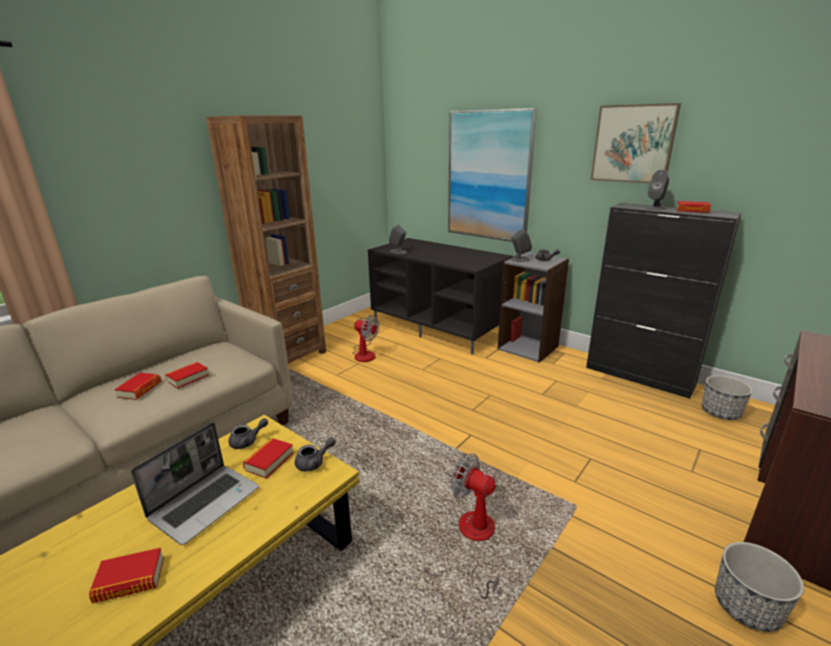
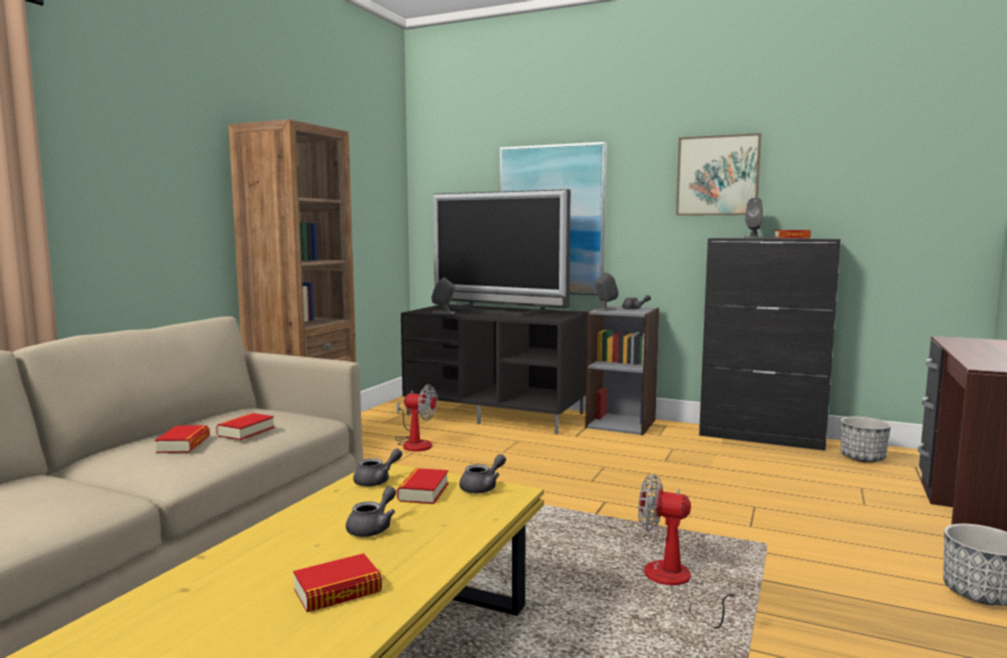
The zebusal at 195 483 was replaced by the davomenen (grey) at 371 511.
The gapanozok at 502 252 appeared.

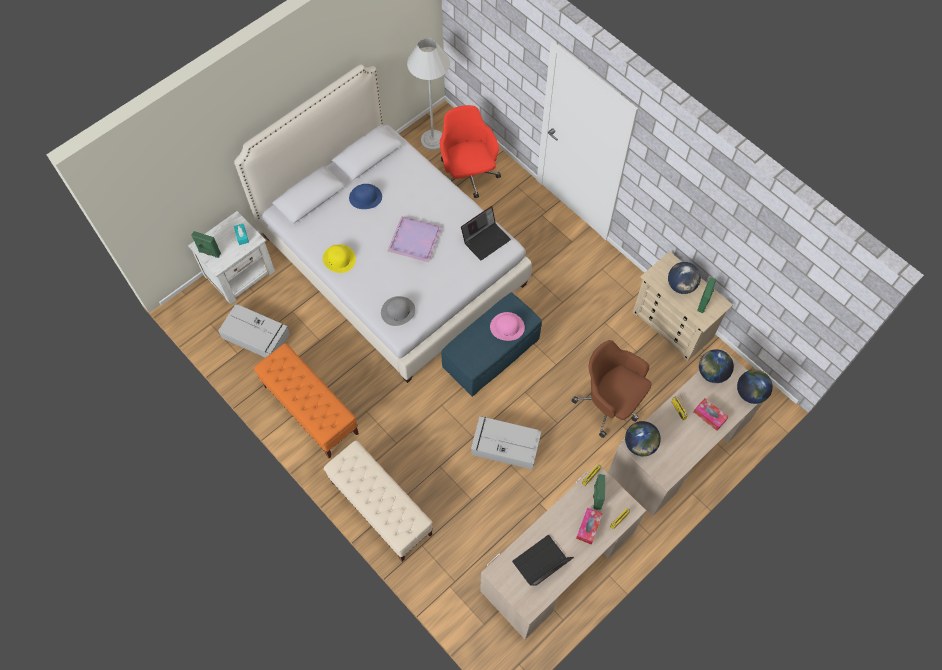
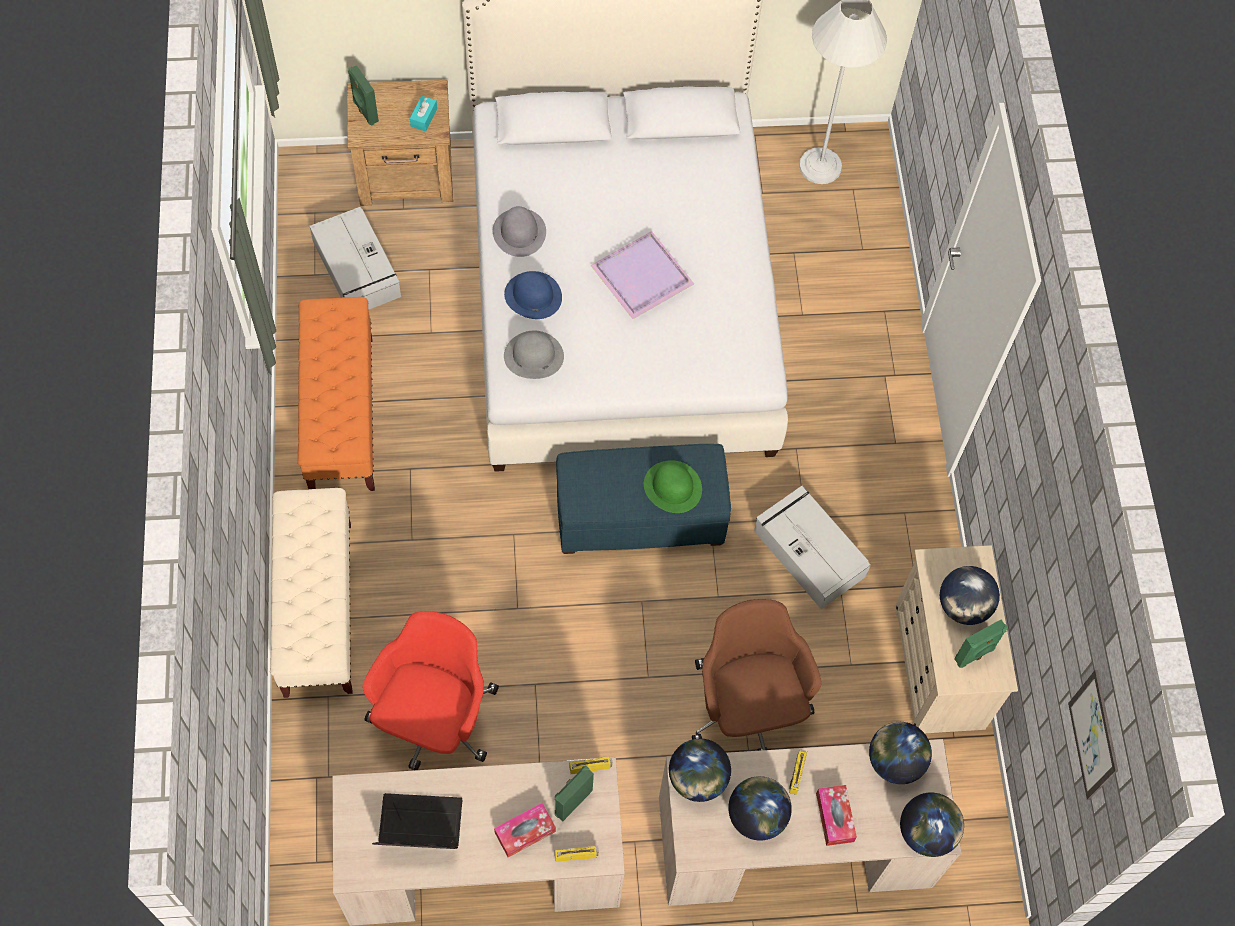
The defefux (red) moved from 470 151 to 430 690.
The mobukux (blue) moved from 365 196 to 533 295.
The zebusal at 486 233 disappeared.
The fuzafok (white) at 231 258 became the fuzafok (brown) at 400 143.
The mobukux (yellow) at 339 259 became the mobukux (grey) at 519 231.
The mobukux (pink) at 507 326 became the mobukux (green) at 673 486.
The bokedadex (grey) moved from 506 443 to 812 547.
The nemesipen at 1093 735 appeared.
The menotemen at 760 808 appeared.

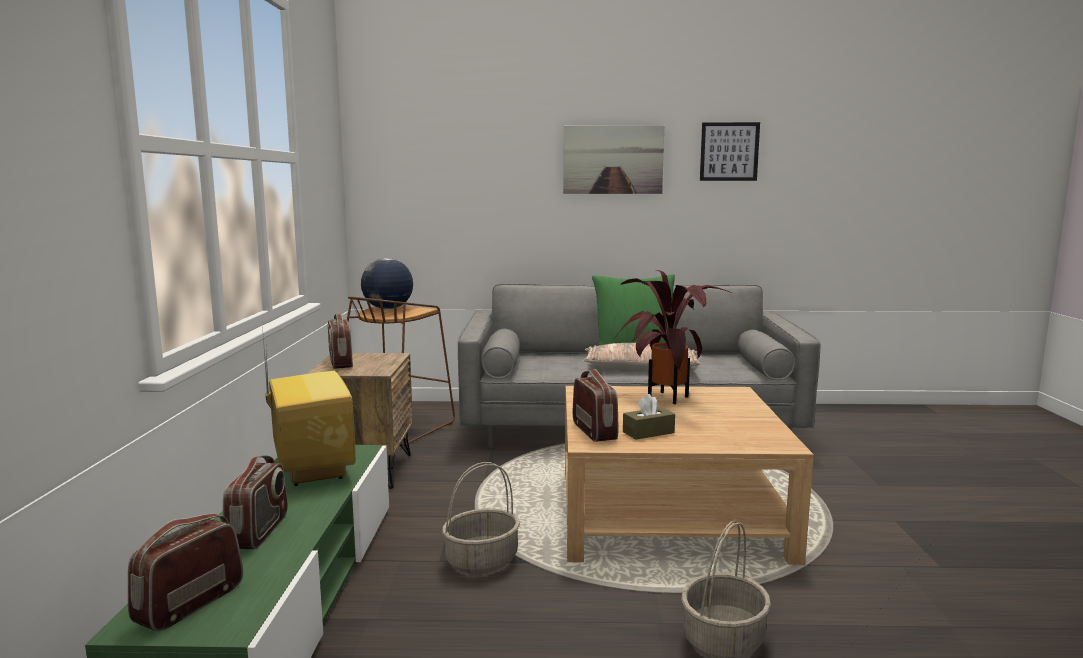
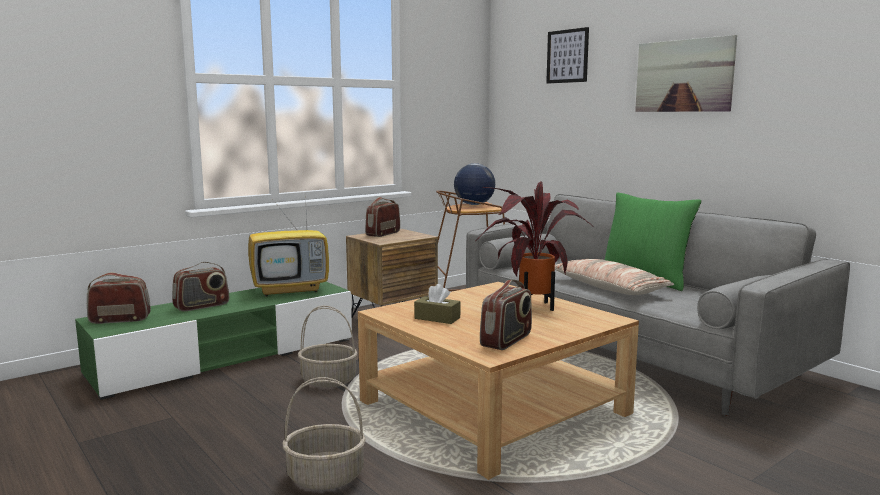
The nemesipen moved from 730 151 to 567 55.
The gapanozok at 309 406 turned 45 degrees clockwise.
The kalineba moved from 595 405 to 506 315.

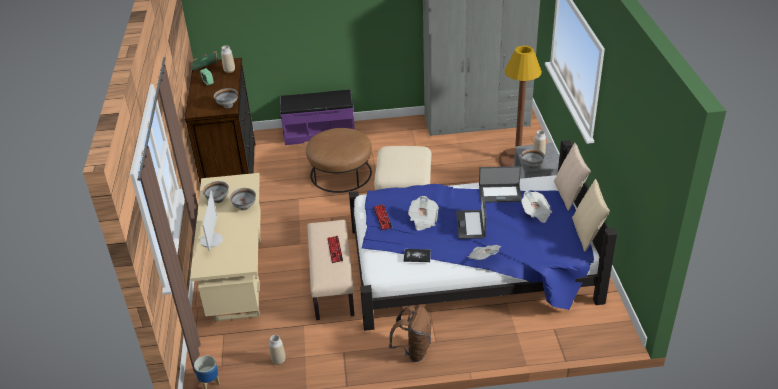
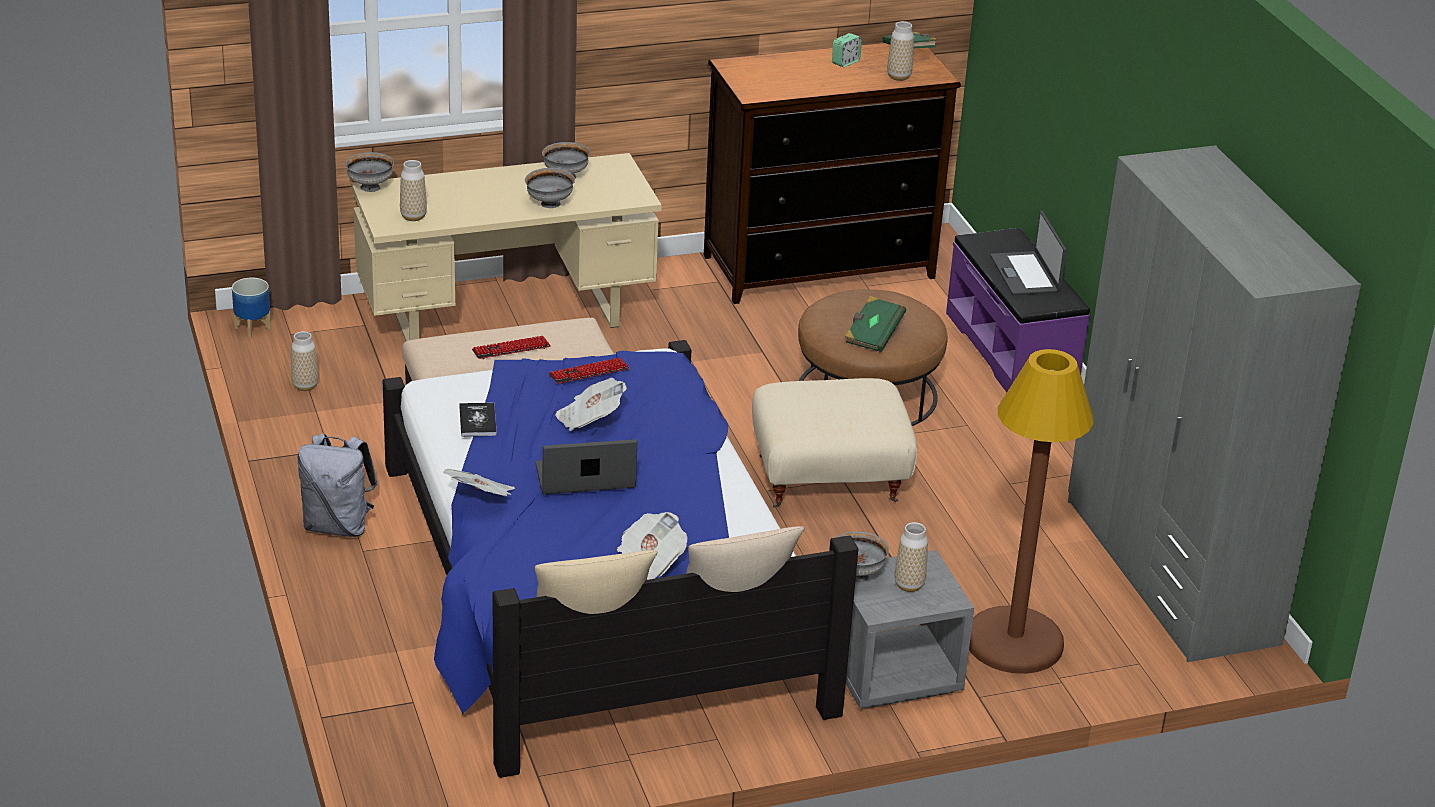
The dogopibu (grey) moved from 226 98 to 369 172.
The zebusal moved from 500 184 to 1028 253.
The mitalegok at 211 221 disappeared.
The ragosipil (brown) at 410 334 became the ragosipil (grey) at 337 485.
The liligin at 413 190 appeared.
The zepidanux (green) at 875 324 appeared.

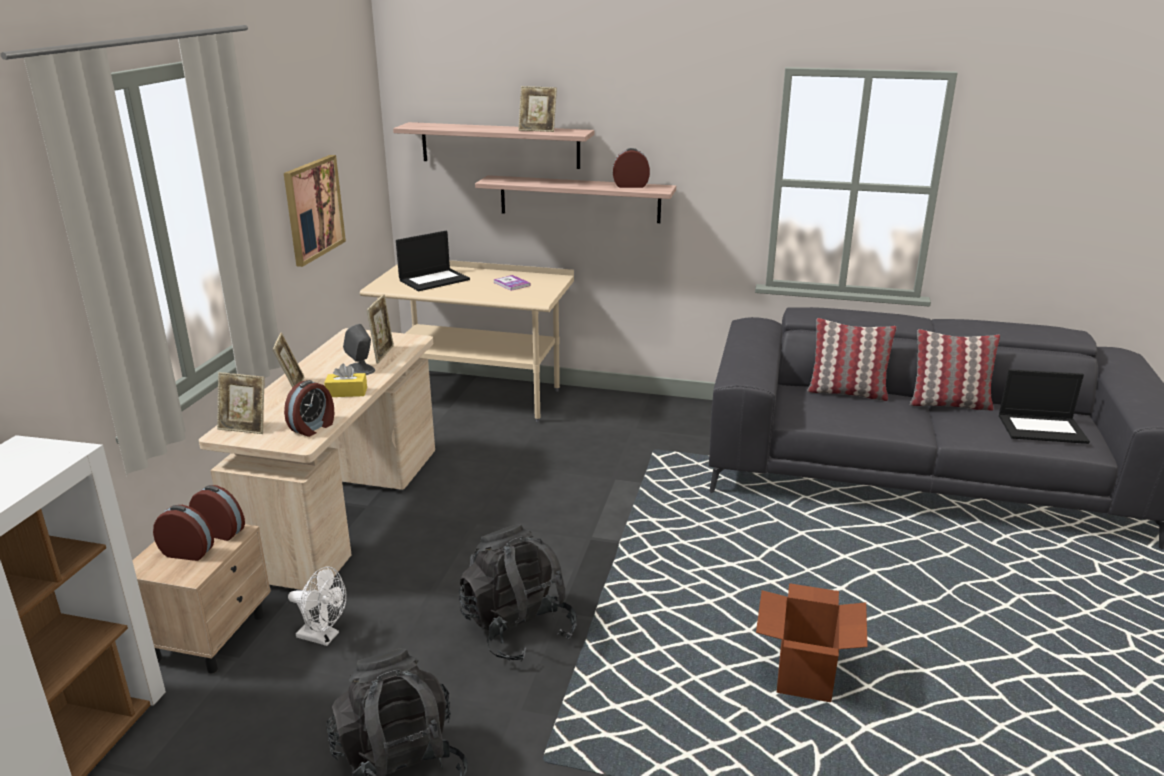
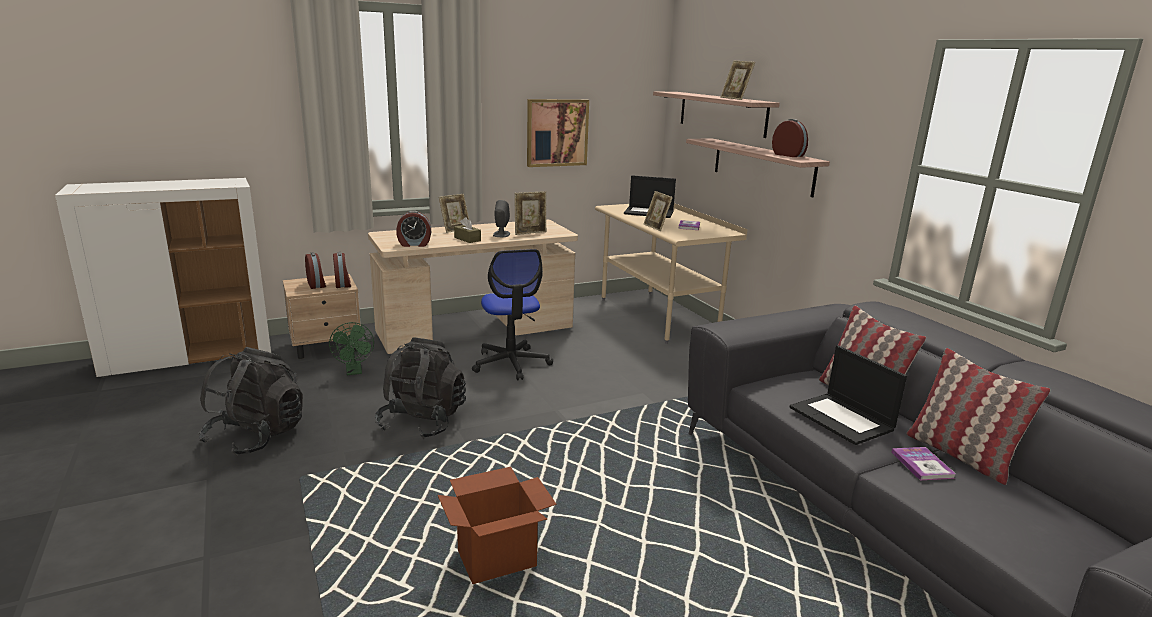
The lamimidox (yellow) at 345 380 became the lamimidox (brown) at 467 230.
The zebusal moved from 1044 406 to 848 395.
The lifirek moved from 241 403 to 658 211.
The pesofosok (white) at 317 606 became the pesofosok (green) at 351 348.
The defefux at 512 314 appeared.
The zepidanux at 923 463 appeared.

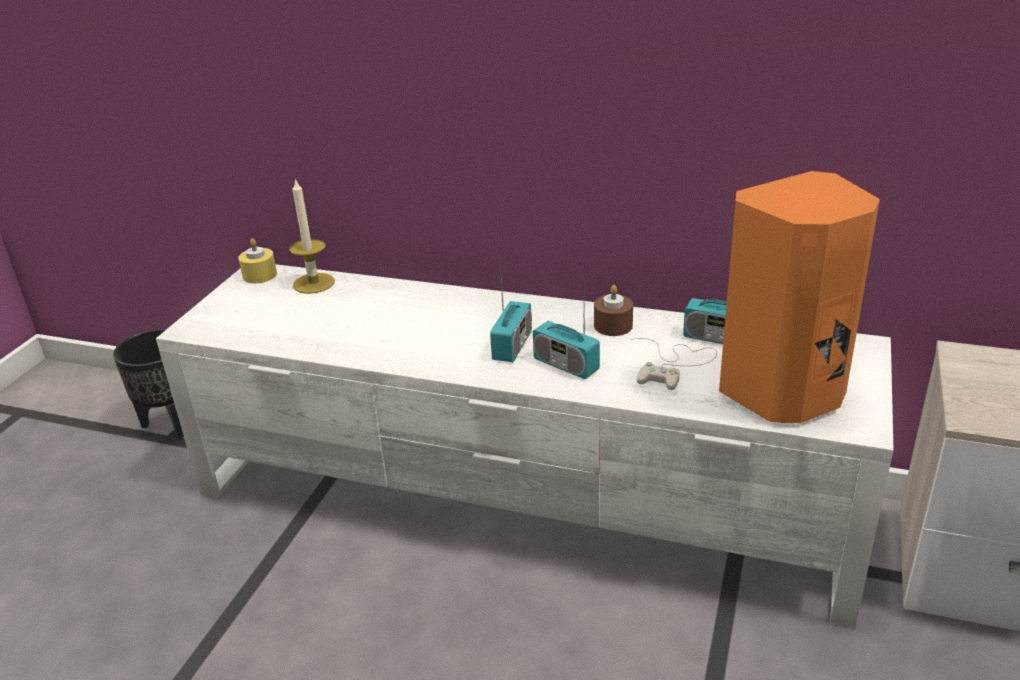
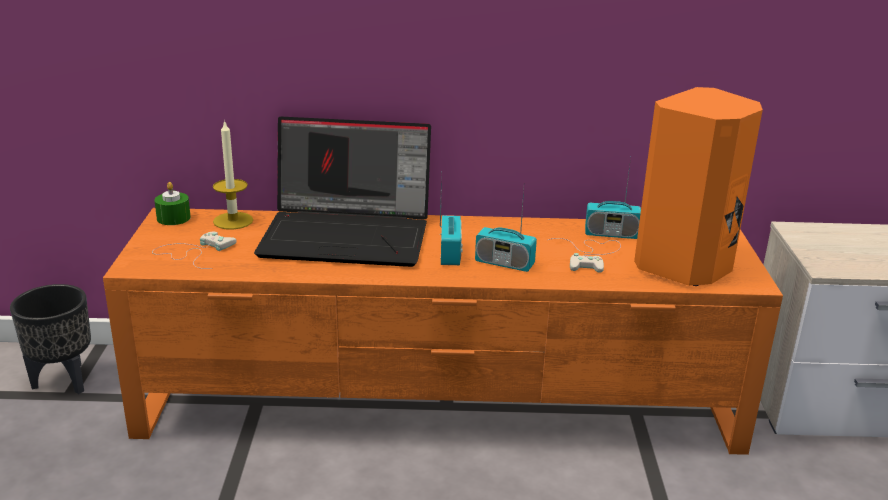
The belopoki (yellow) at 257 260 became the belopoki (green) at 172 203.
The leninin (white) at 524 446 became the leninin (orange) at 443 331.
The belopoki (brown) at 613 310 disappeared.
The zebusal at 342 192 appeared.
The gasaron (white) at 194 250 appeared.

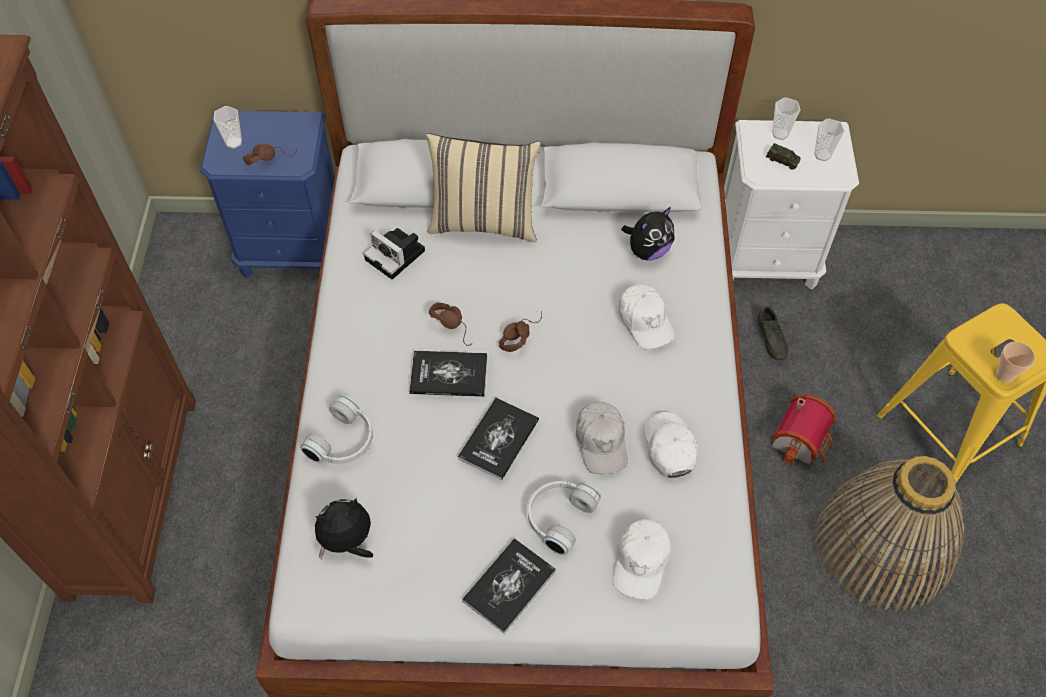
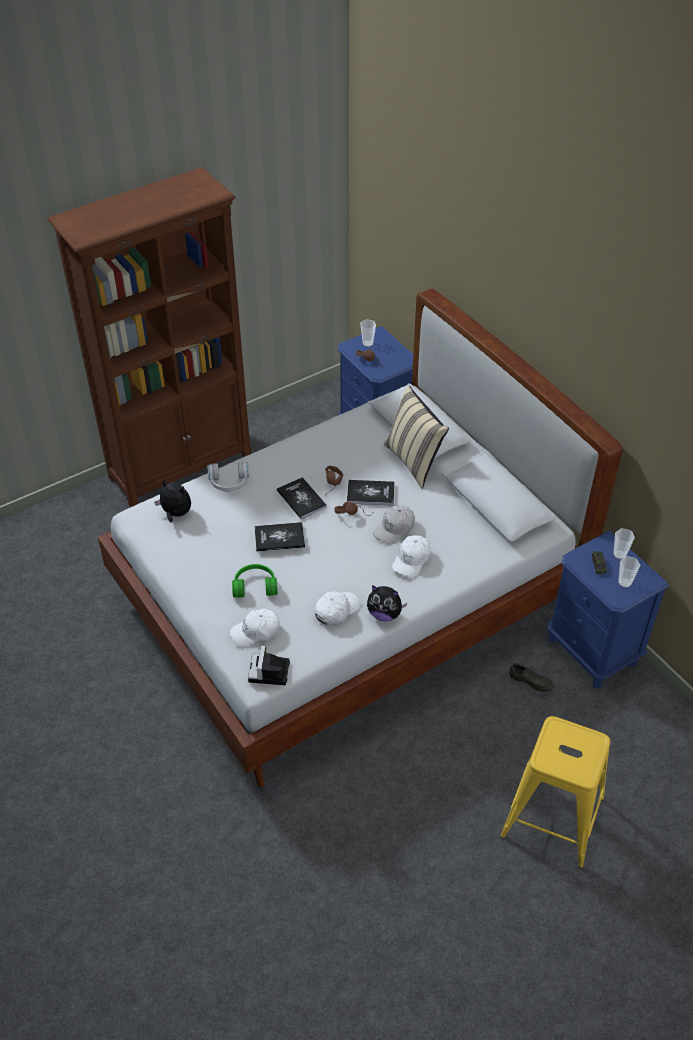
The fuzafok (white) at 791 205 became the fuzafok (blue) at 608 609.
The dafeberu moved from 648 234 to 387 603.
The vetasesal moved from 394 254 to 269 665.
The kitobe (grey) at 772 333 turned 105 degrees counterclockwise.
The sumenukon at 1015 362 disappeared.
The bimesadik at 803 430 disappeared.
The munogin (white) moved from 602 438 to 394 525.
The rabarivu at 889 534 disappeared.
The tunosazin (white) at 564 518 became the tunosazin (green) at 255 581.
The zepidanux moved from 509 586 to 371 493.

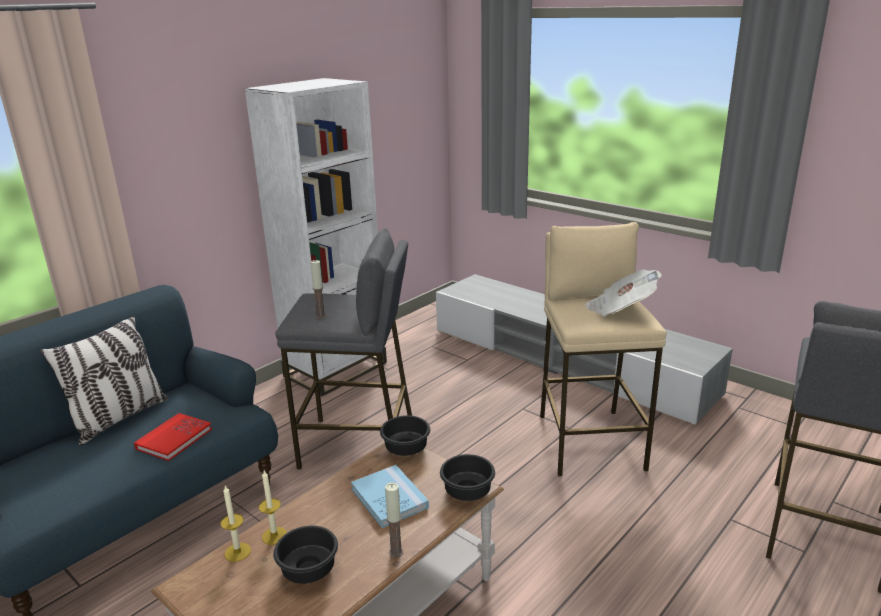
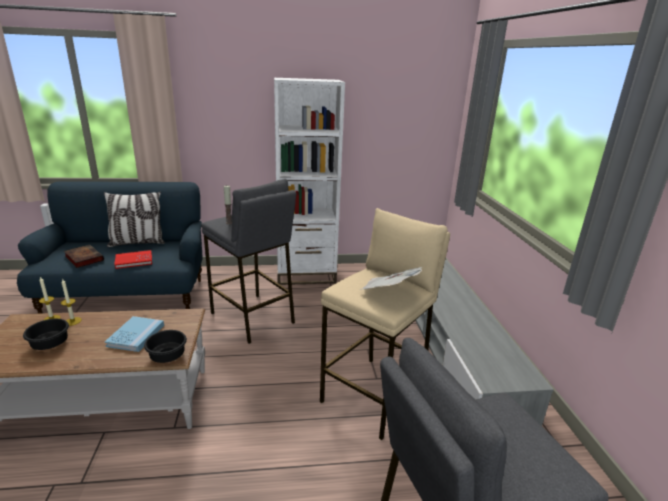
The dogopibu (black) at 405 435 disappeared.
The belopoki at 394 520 disappeared.
The zepidanux at 84 256 appeared.

